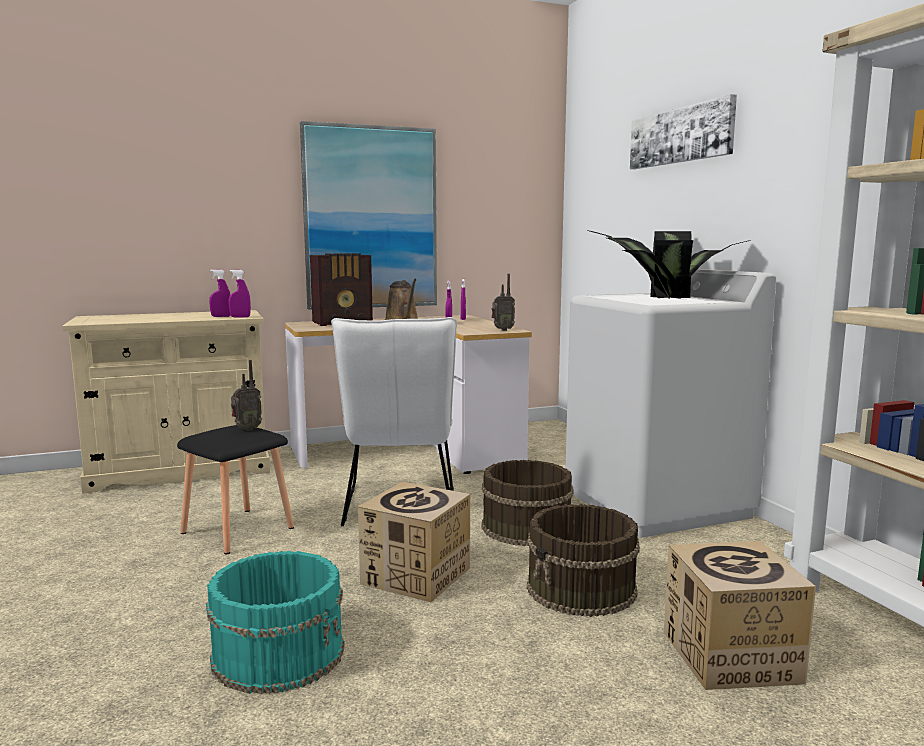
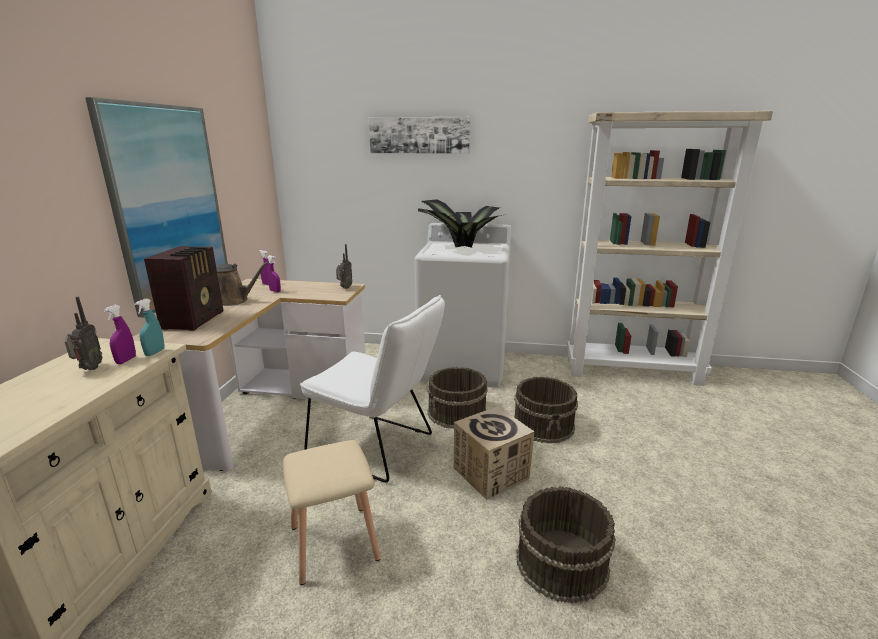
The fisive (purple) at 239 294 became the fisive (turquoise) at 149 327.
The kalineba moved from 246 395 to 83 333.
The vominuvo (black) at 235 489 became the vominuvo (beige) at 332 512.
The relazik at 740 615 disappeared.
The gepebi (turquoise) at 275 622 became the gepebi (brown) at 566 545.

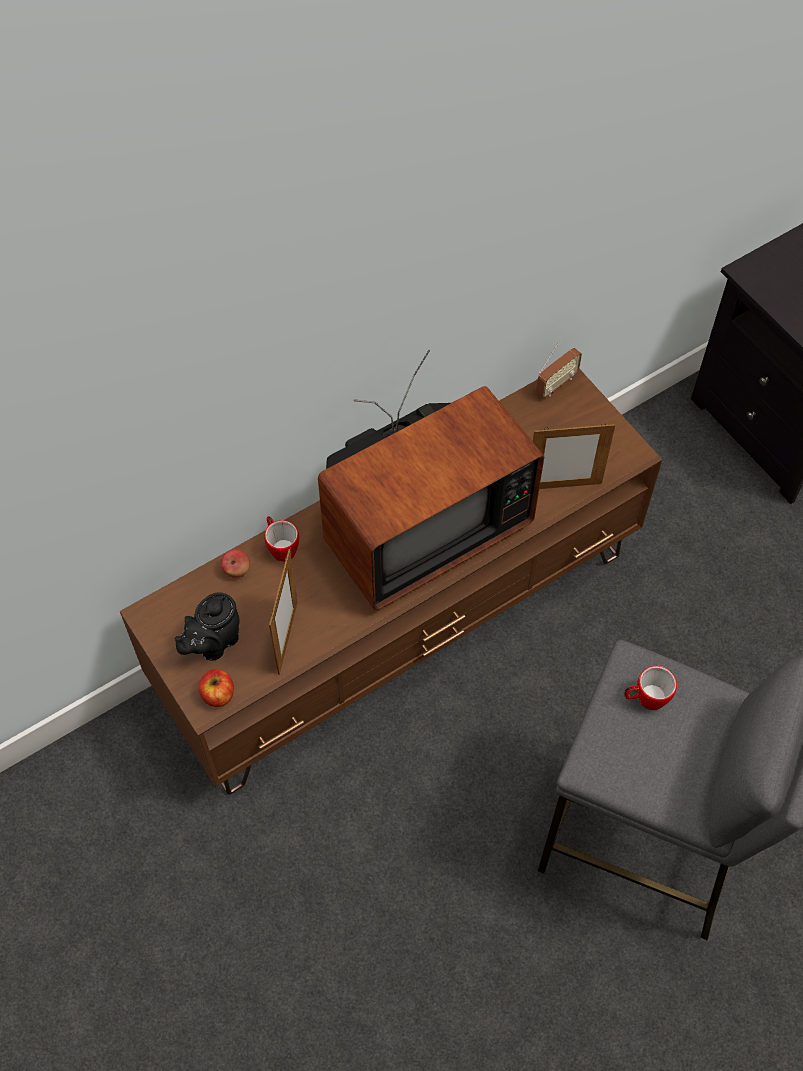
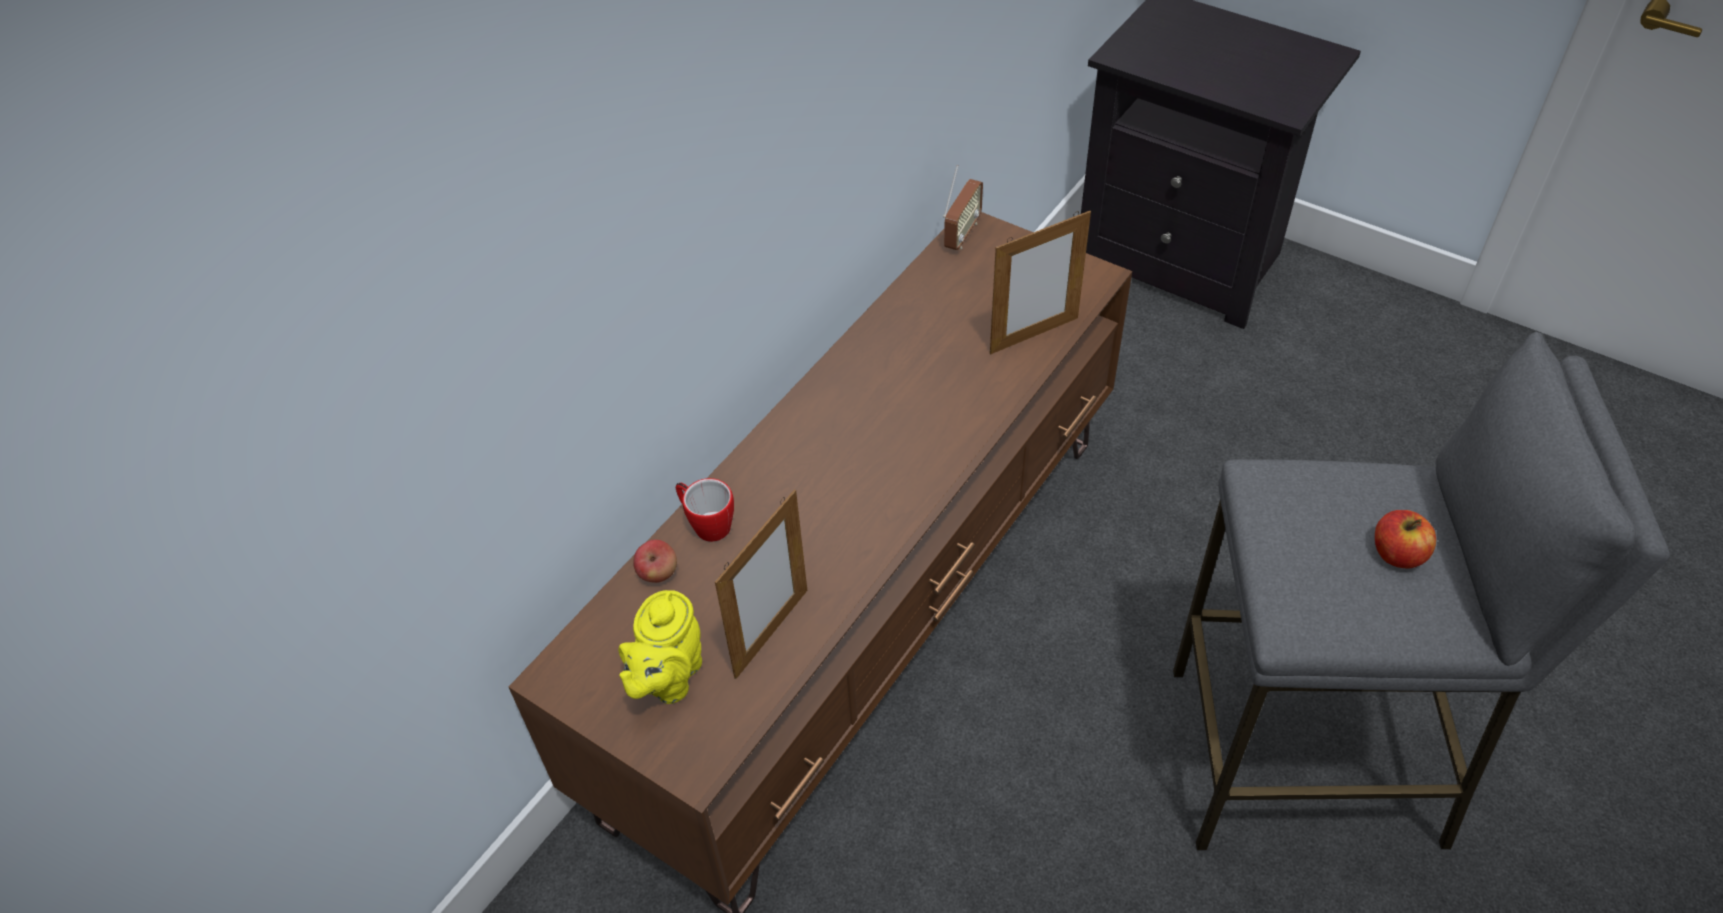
The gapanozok at 431 480 disappeared.
The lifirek at 283 612 turned 45 degrees clockwise.
The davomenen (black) at 207 626 became the davomenen (yellow) at 660 647.
The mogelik at 650 688 disappeared.
The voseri moved from 216 688 to 1405 539.

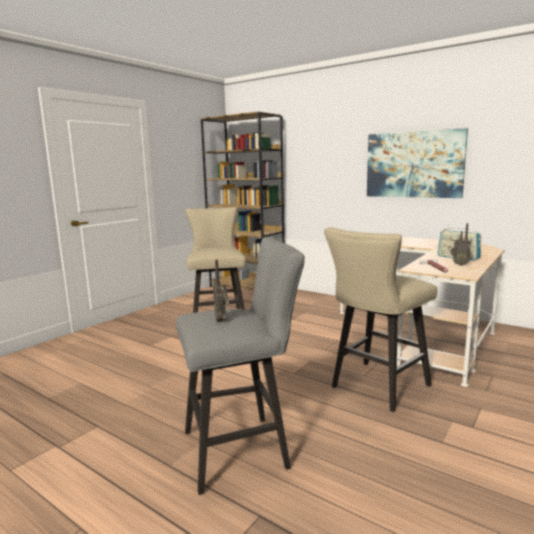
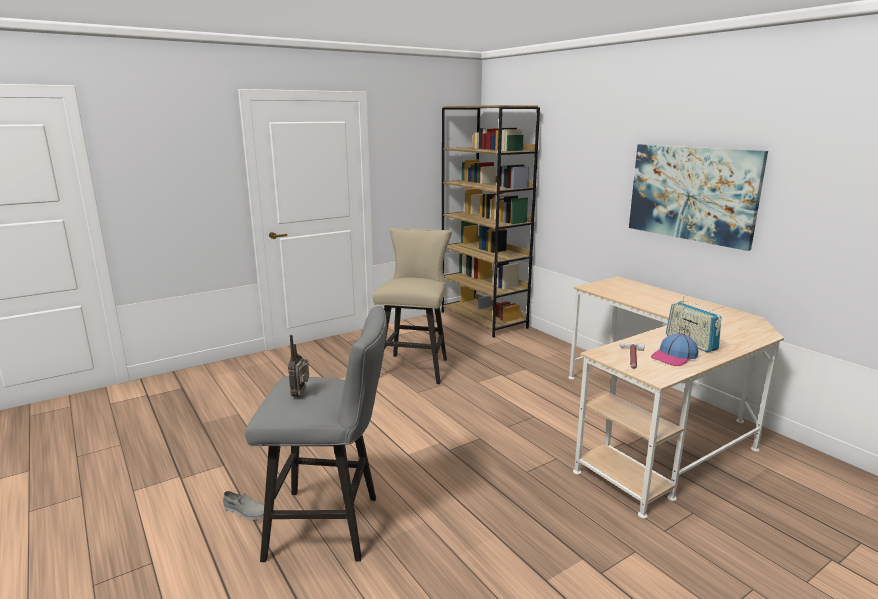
The kalineba at 461 244 was replaced by the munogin at 675 350.
The vominuvo (beige) at 380 319 disappeared.
The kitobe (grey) at 243 505 appeared.

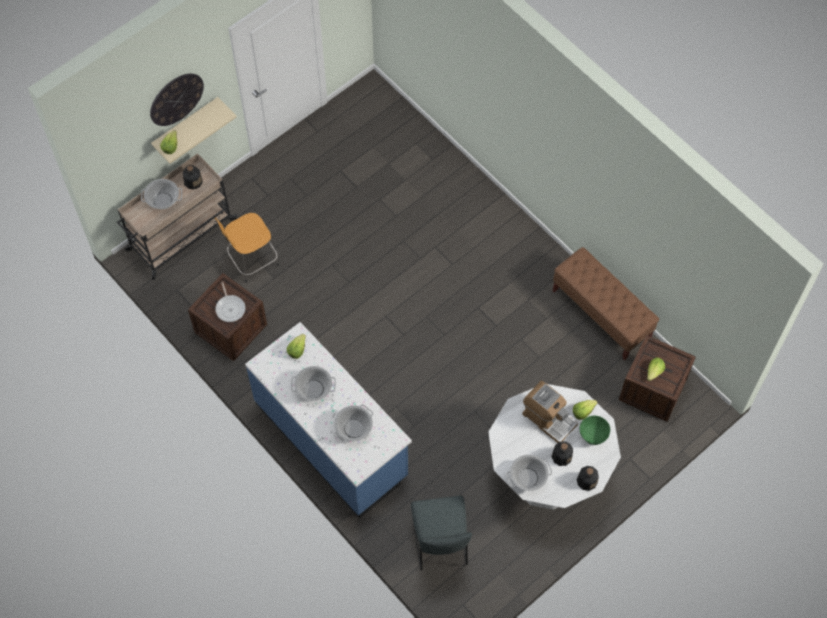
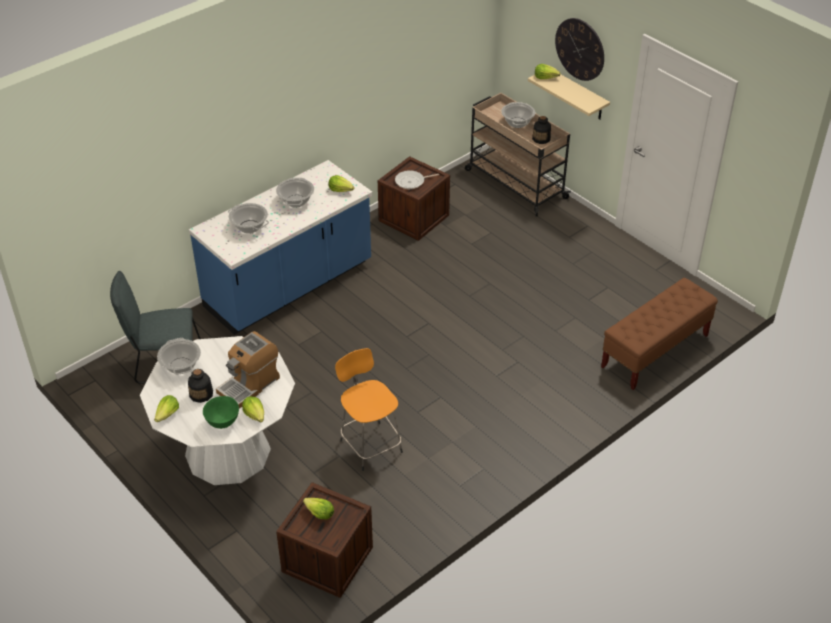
The vominuvo (orange) moved from 247 248 to 369 409.
The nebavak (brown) moved from 606 304 to 659 334.
The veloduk at 588 478 was replaced by the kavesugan at 166 408.

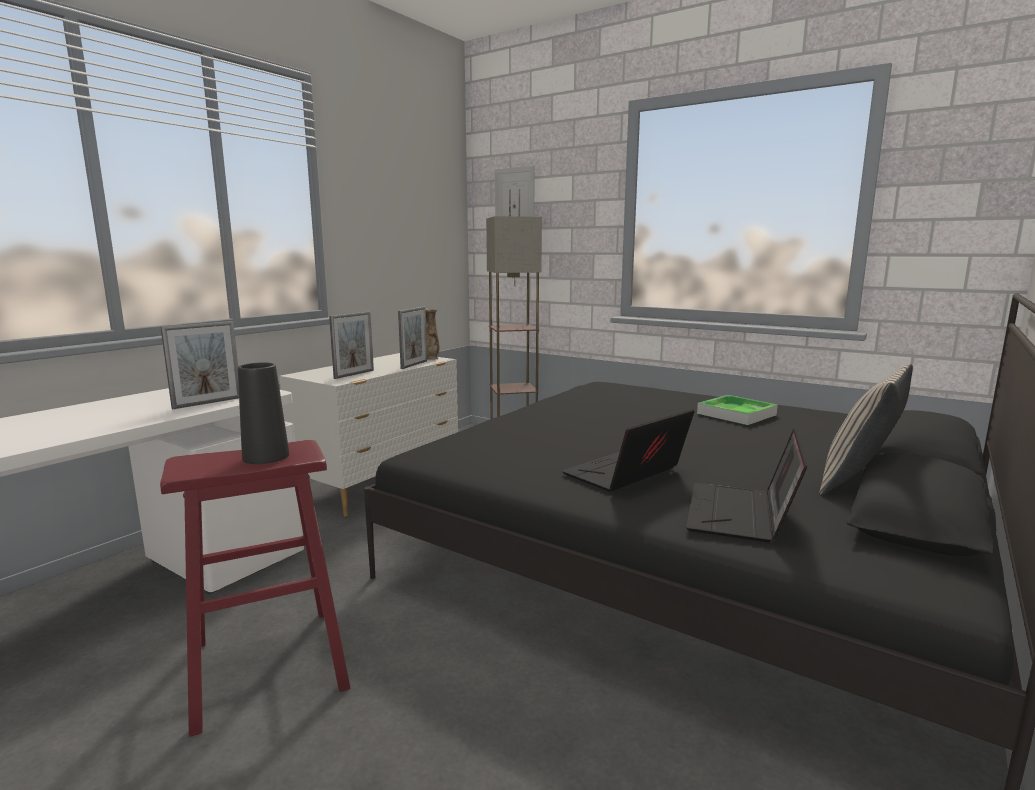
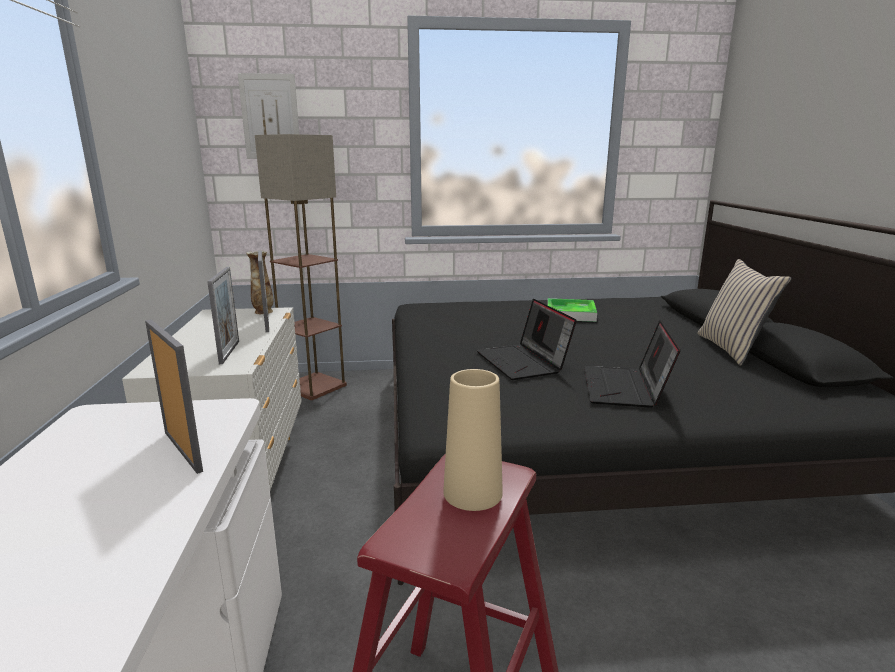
The lifirek at 200 365 turned 45 degrees counterclockwise.
The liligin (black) at 263 413 became the liligin (beige) at 473 440.
The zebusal moved from 746 485 to 527 339.

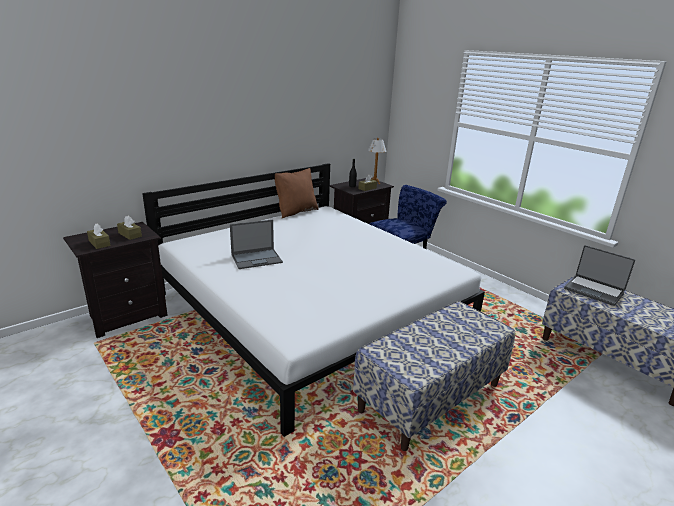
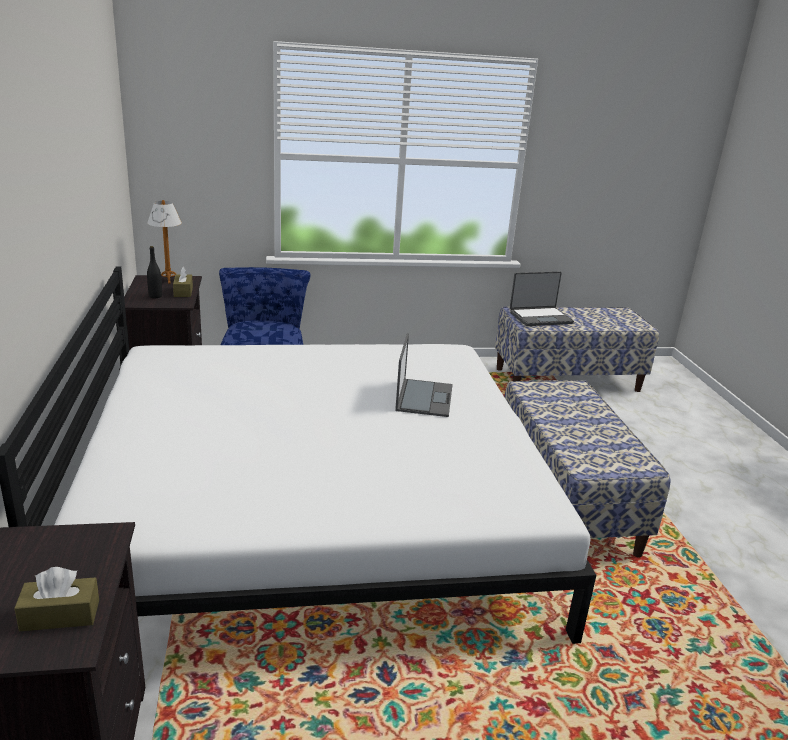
The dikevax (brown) at 296 193 disappeared.
The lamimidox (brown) at 129 228 disappeared.
The zebusal moved from 256 244 to 424 375.

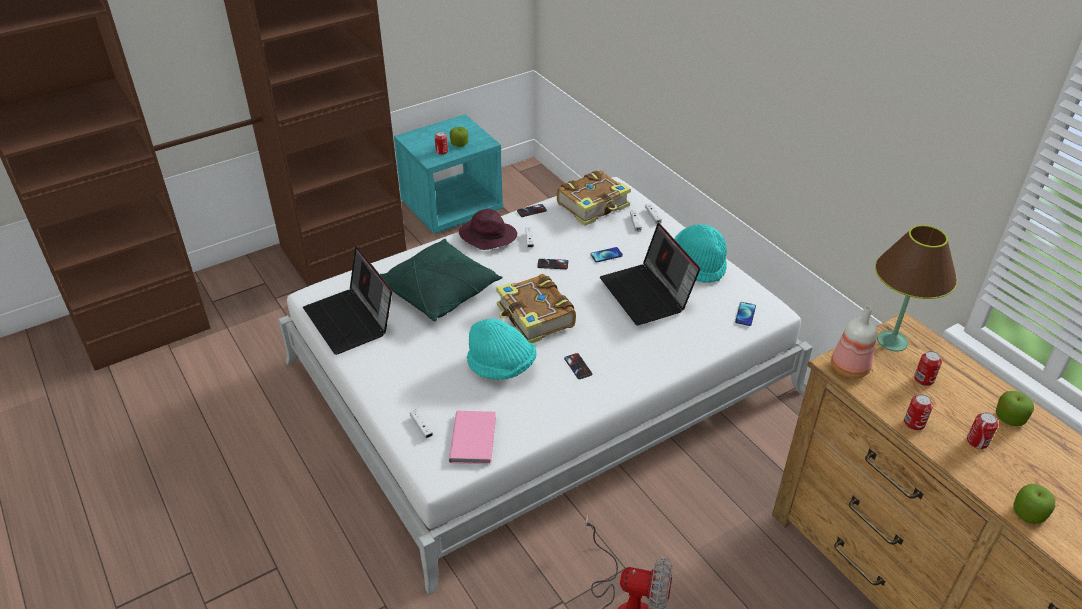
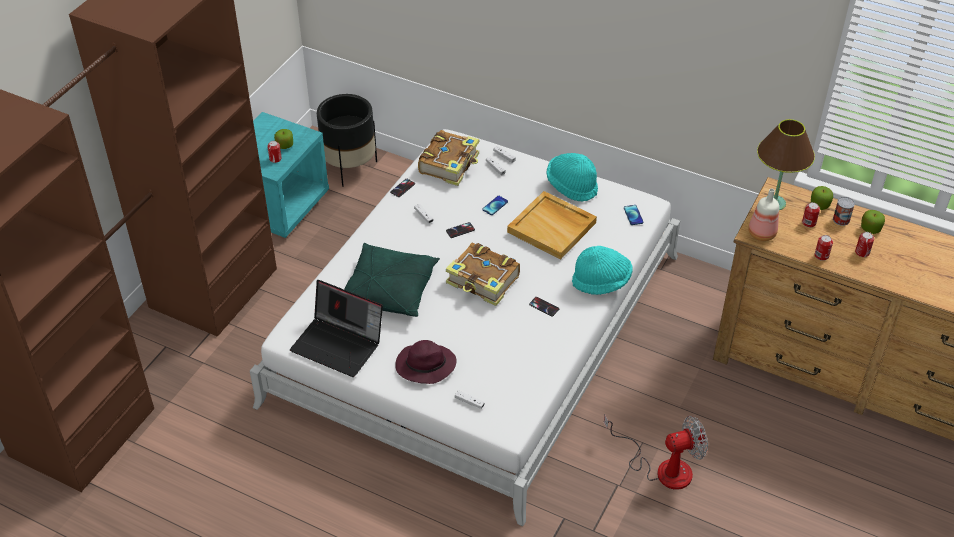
The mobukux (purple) moved from 488 229 to 426 362.
The zebusal at 650 274 was replaced by the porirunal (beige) at 552 225.
The mobukux (turquoise) moved from 501 349 to 602 270.
The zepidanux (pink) at 472 437 disappeared.
The voseri moved from 1034 504 to 822 198.
The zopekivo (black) at 347 140 appeared.
The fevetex at 844 211 appeared.

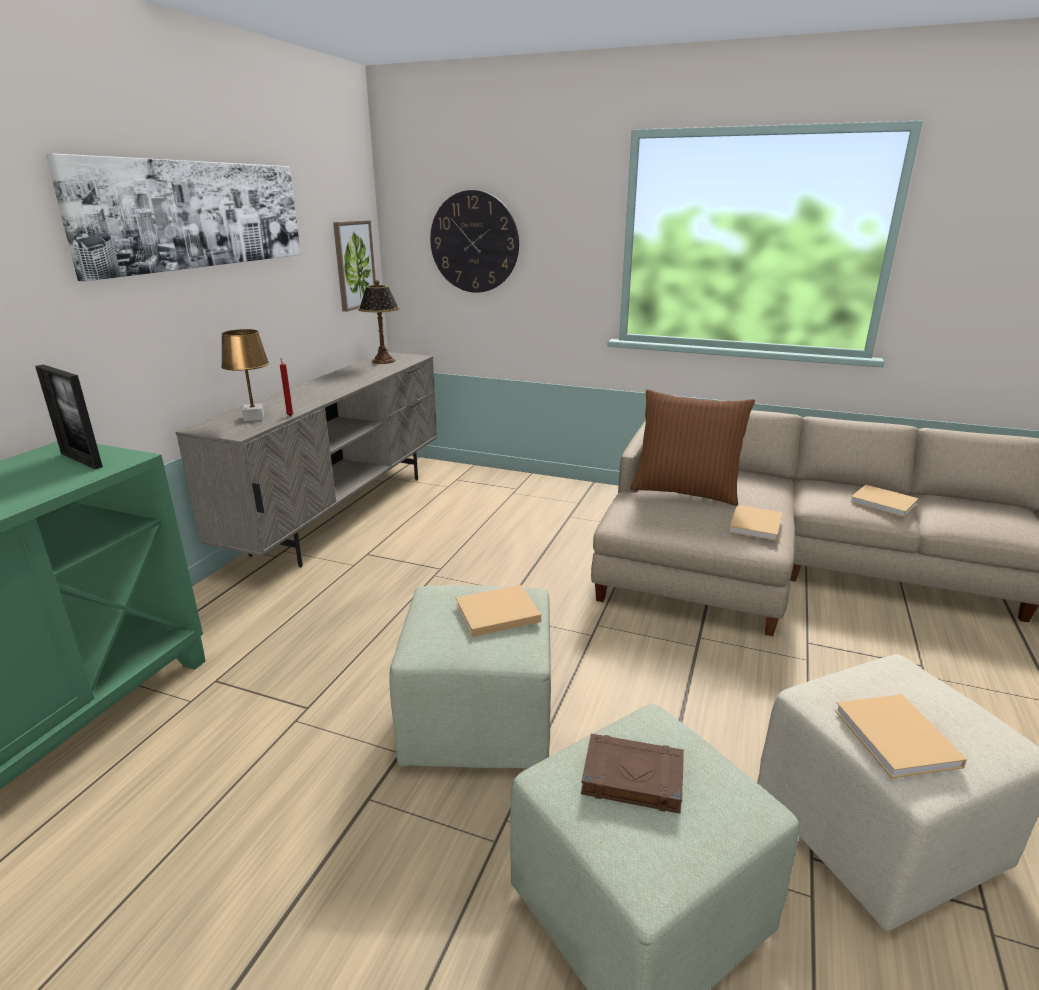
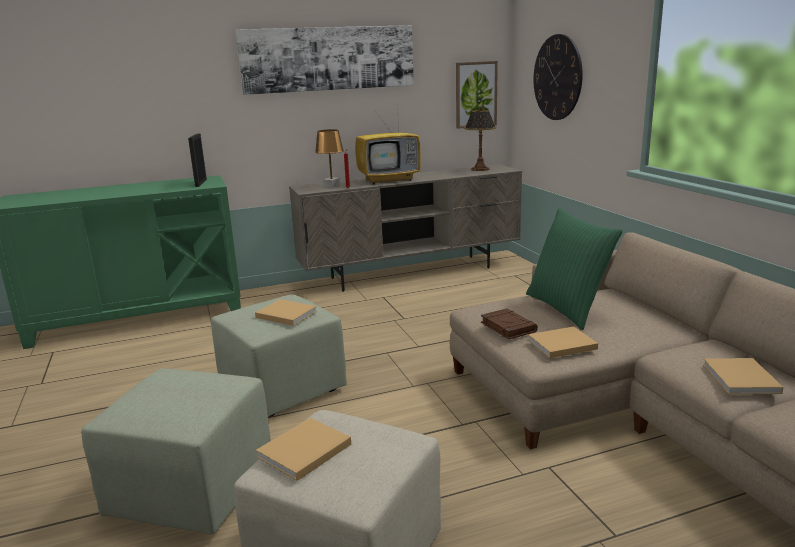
The dikevax (brown) at 693 448 became the dikevax (green) at 574 269.
The zepidanux (brown) moved from 632 773 to 509 324.
The gapanozok at 388 142 appeared.

